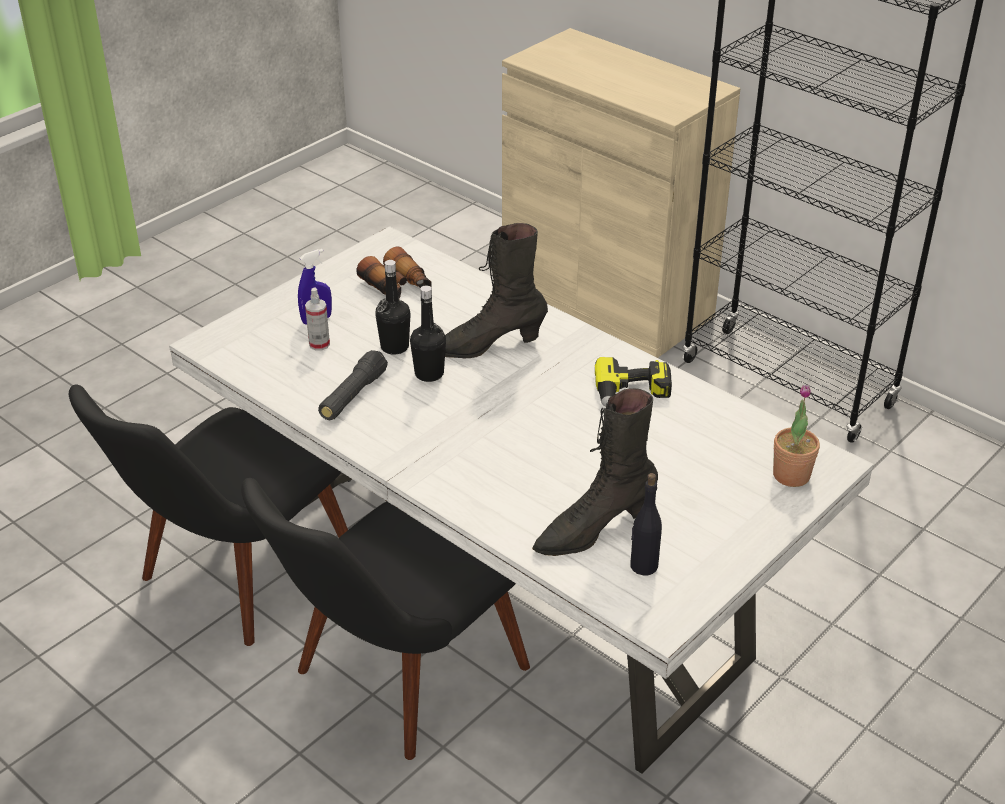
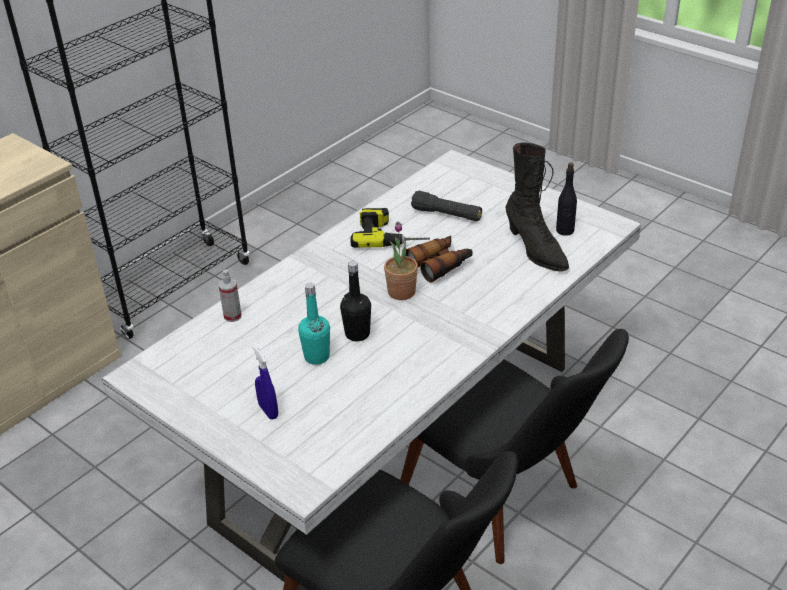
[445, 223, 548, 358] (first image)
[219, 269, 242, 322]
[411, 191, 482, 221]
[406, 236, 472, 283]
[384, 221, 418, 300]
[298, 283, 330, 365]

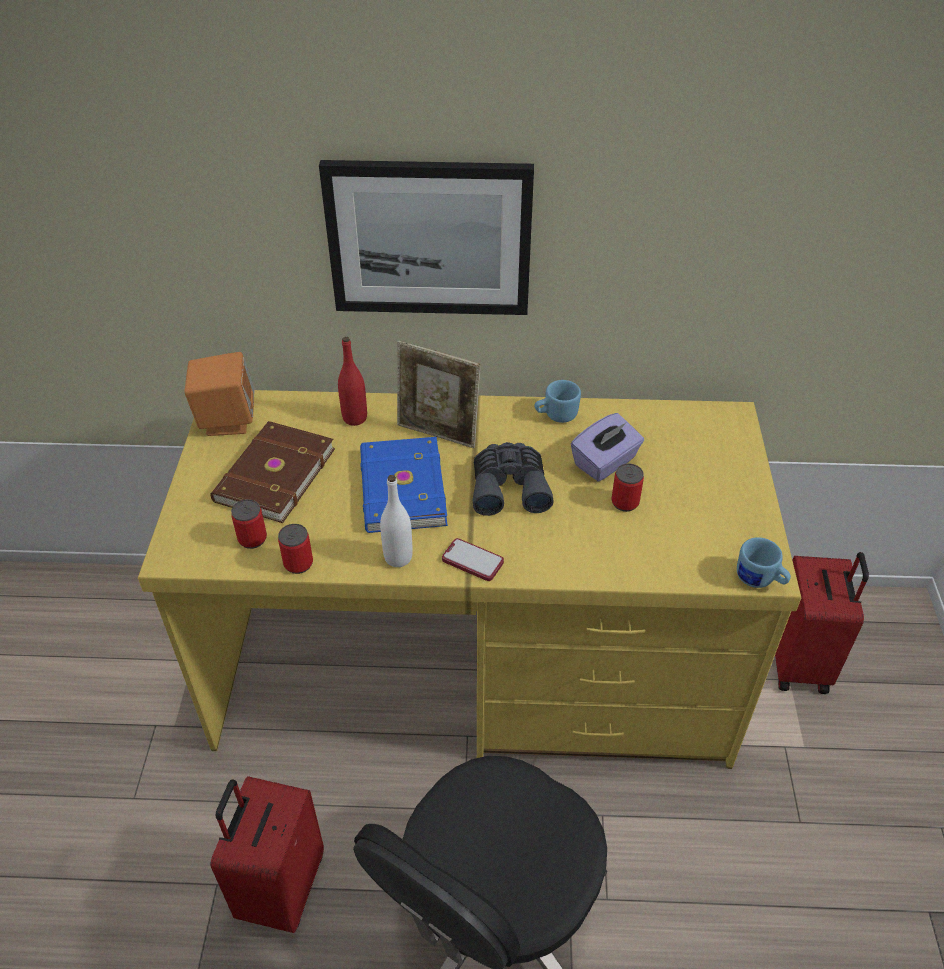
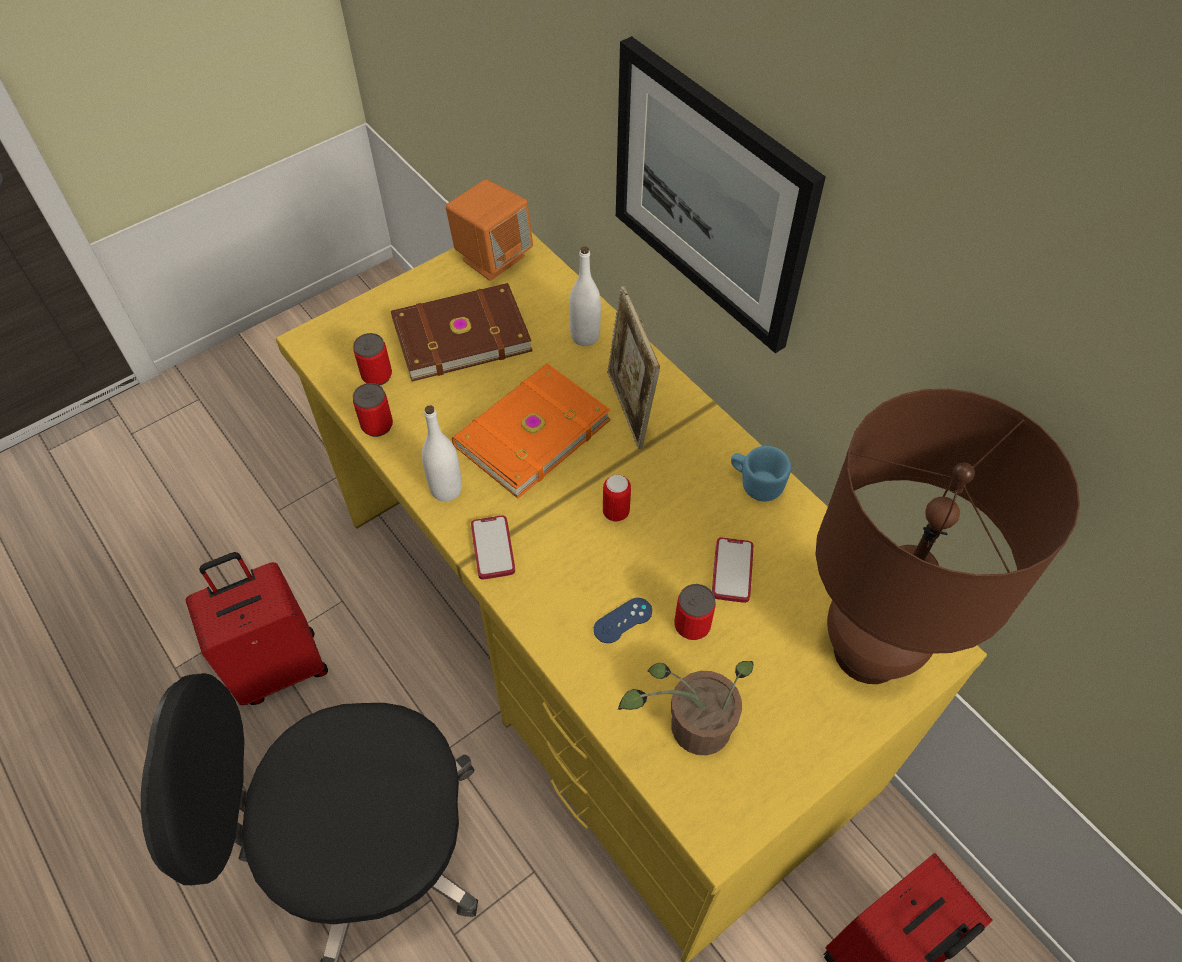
[737, 537, 791, 588] (first image)
[594, 598, 652, 643]
[618, 661, 753, 755]
[815, 389, 1080, 684]
[603, 474, 631, 522]
[712, 538, 753, 603]
[569, 247, 601, 346]
[452, 363, 611, 499]

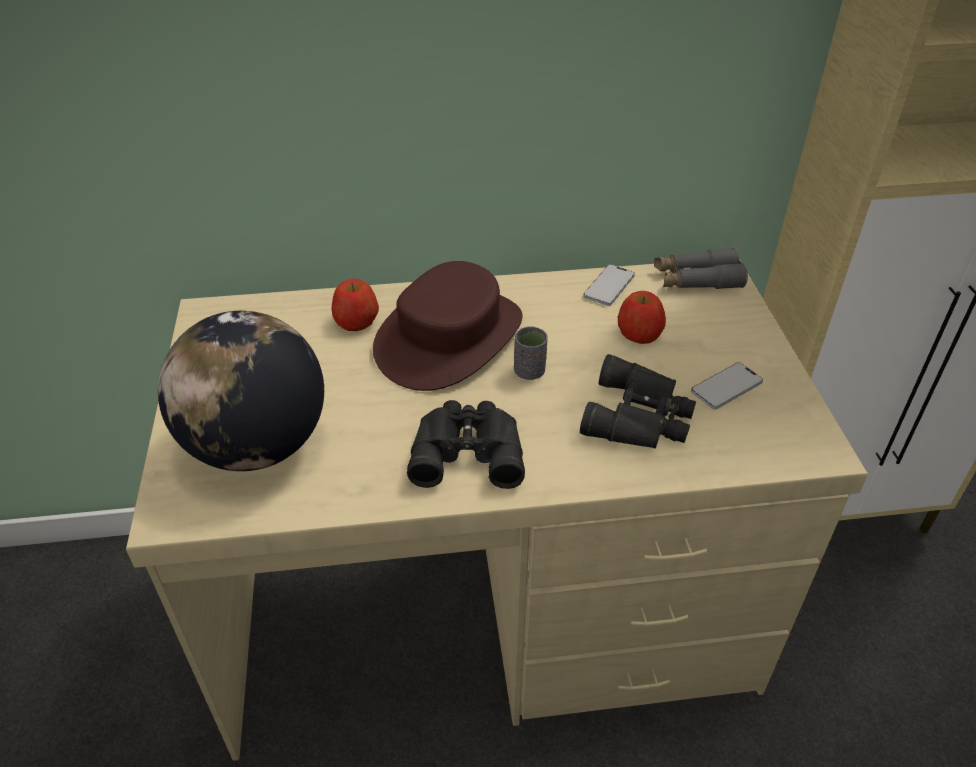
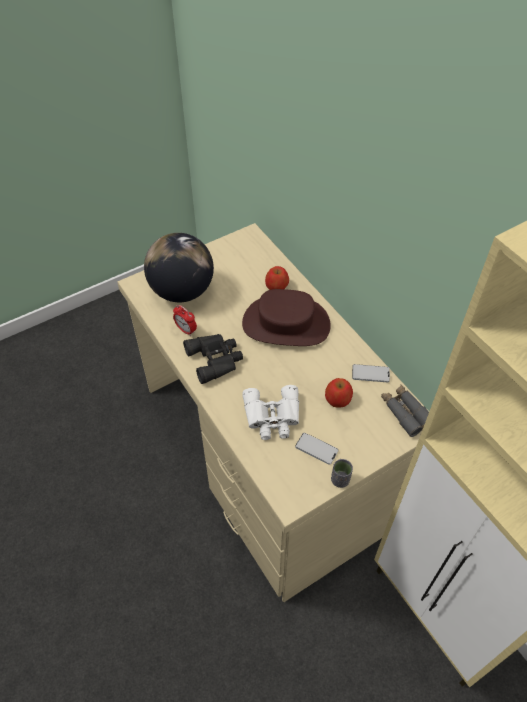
[173, 305, 197, 336]
[331, 459, 353, 488]
[242, 385, 299, 440]

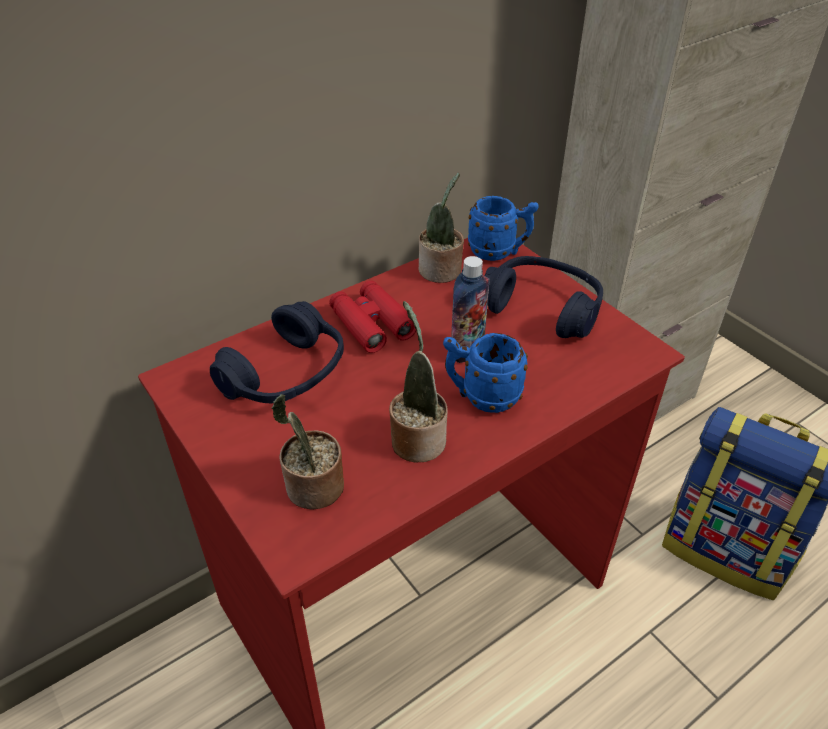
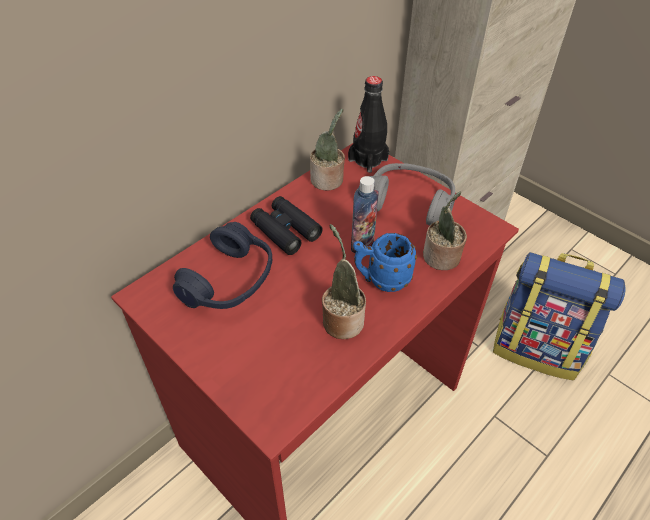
[423, 191, 467, 270]
[348, 76, 389, 173]
[250, 196, 323, 255]
[370, 163, 455, 225]

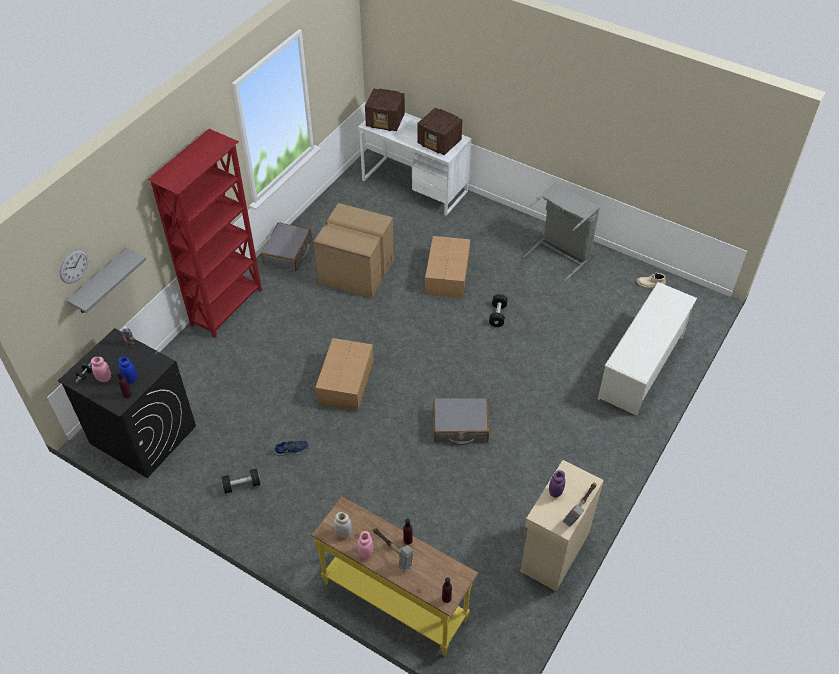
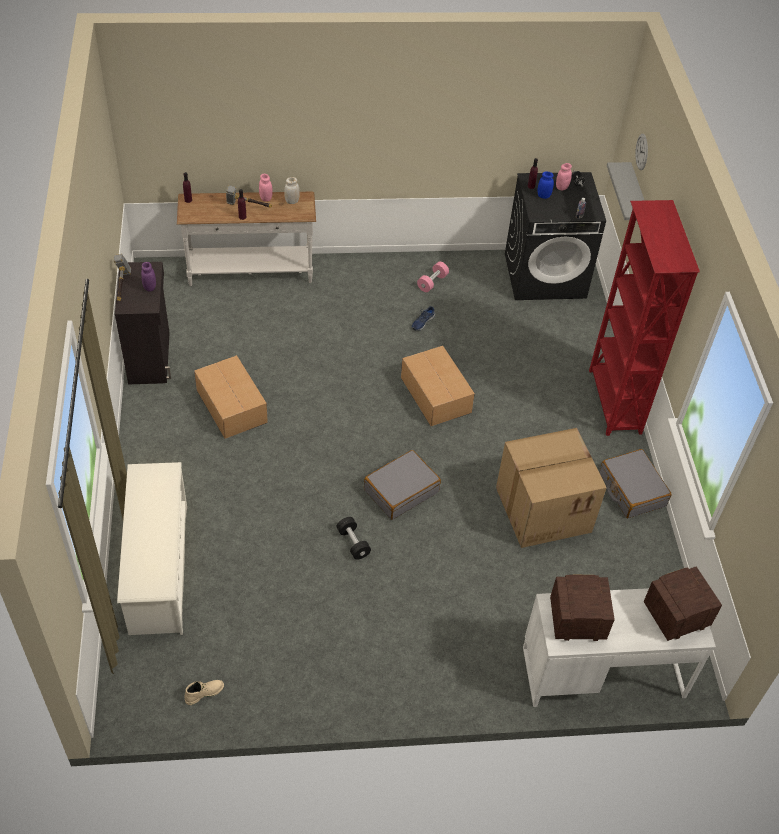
[523, 182, 600, 281] (first image)
[194, 355, 268, 439]
[364, 450, 441, 520]
[417, 262, 449, 292]
[177, 192, 316, 286]
[115, 262, 171, 384]

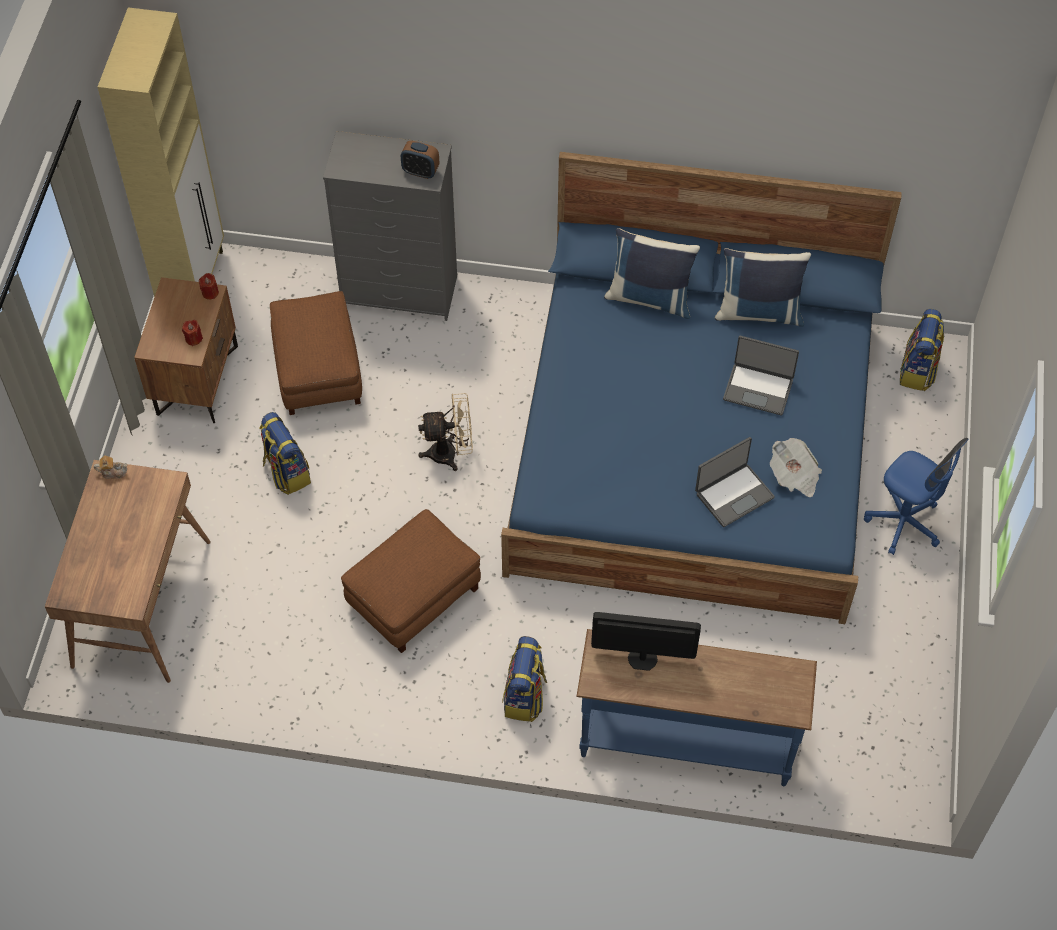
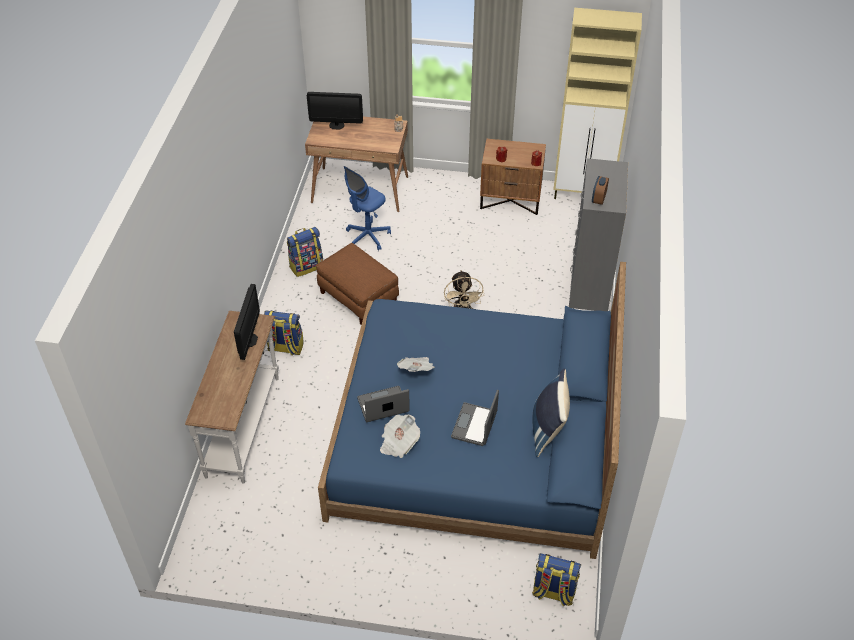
[270, 291, 362, 415] (first image)
[604, 228, 700, 319] (first image)
[307, 92, 363, 130]
[397, 357, 435, 372]
[287, 227, 323, 277]
[344, 166, 391, 251]
[185, 311, 279, 483]
[357, 386, 410, 422]

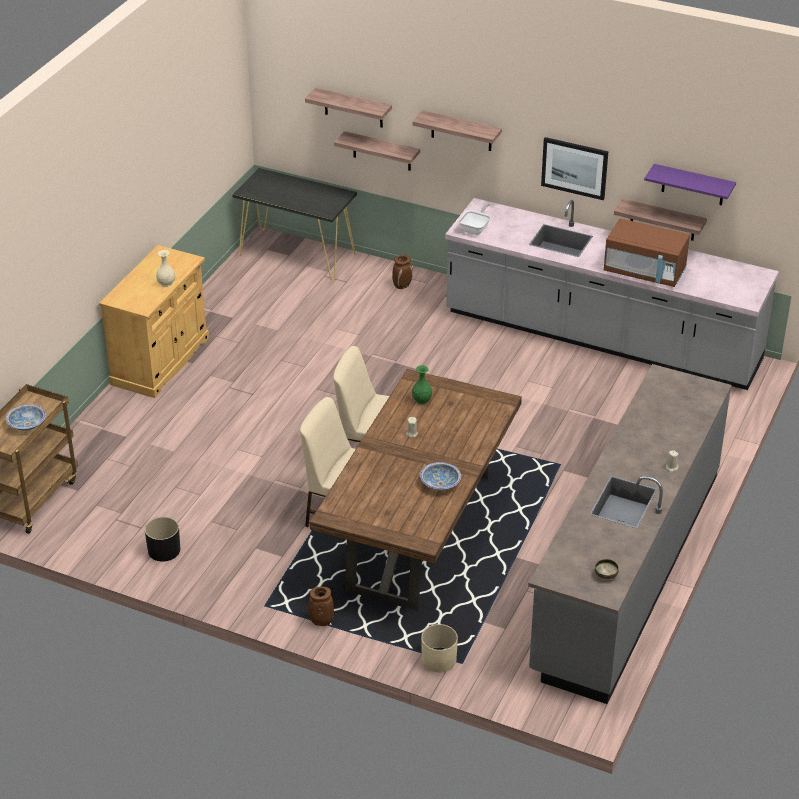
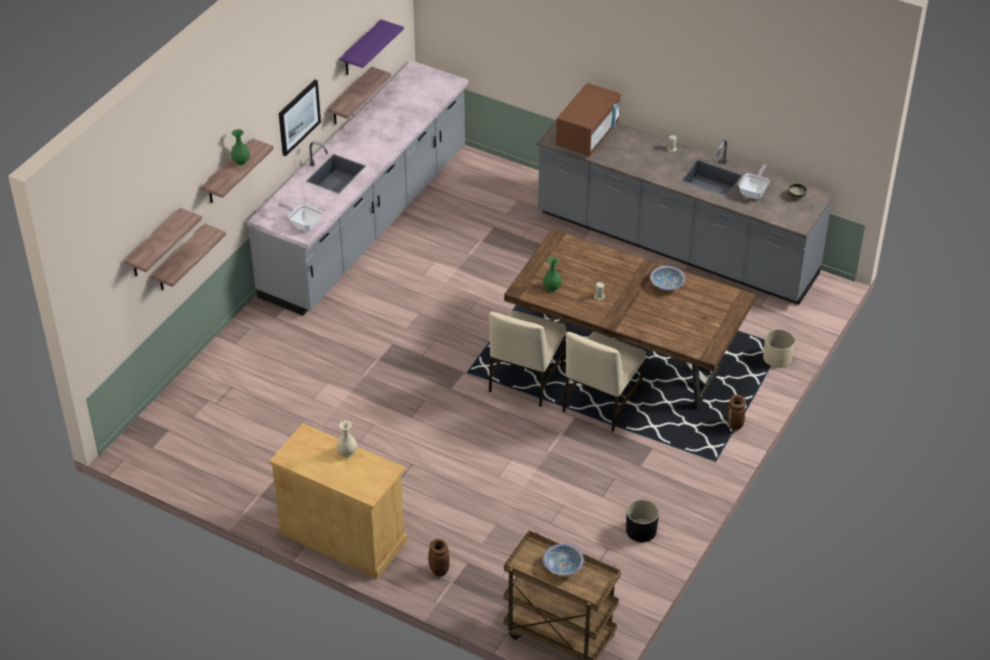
[233, 168, 357, 280] (first image)
[231, 129, 250, 165]
[739, 165, 770, 199]
[428, 539, 450, 576]
[556, 83, 621, 157]

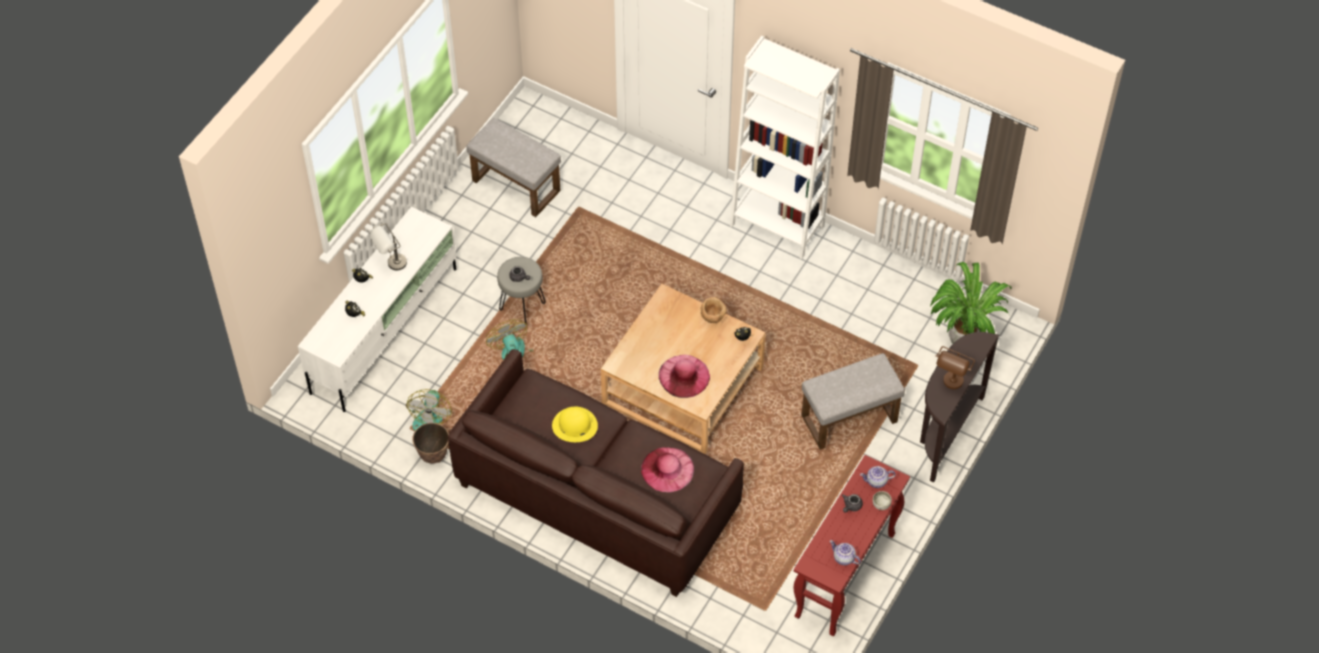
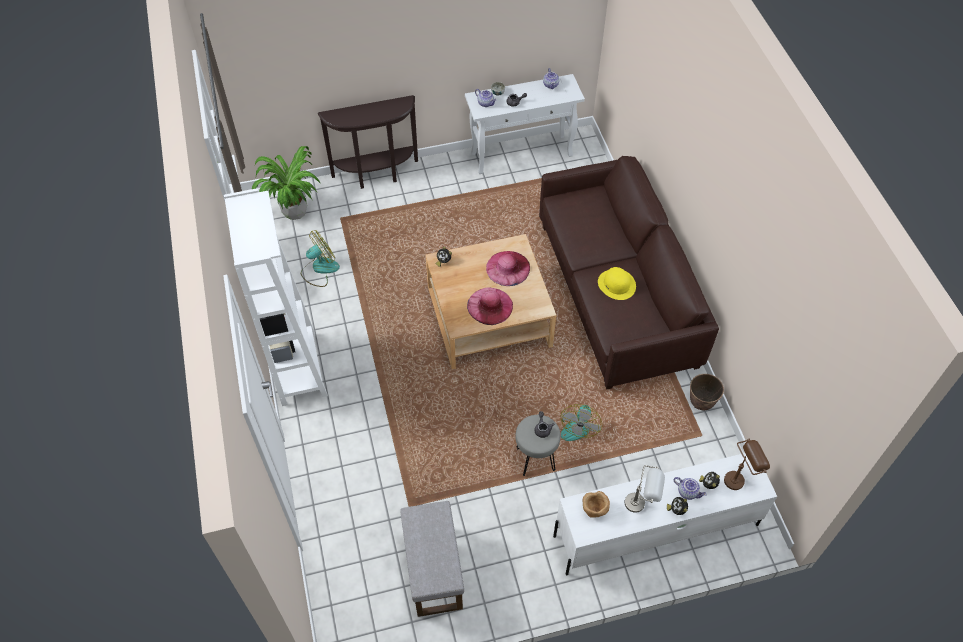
[802, 353, 905, 450] (first image)
[673, 477, 707, 500]
[301, 230, 340, 287]
[467, 287, 513, 325]
[583, 491, 610, 518]
[724, 439, 770, 490]
[465, 74, 585, 174]

